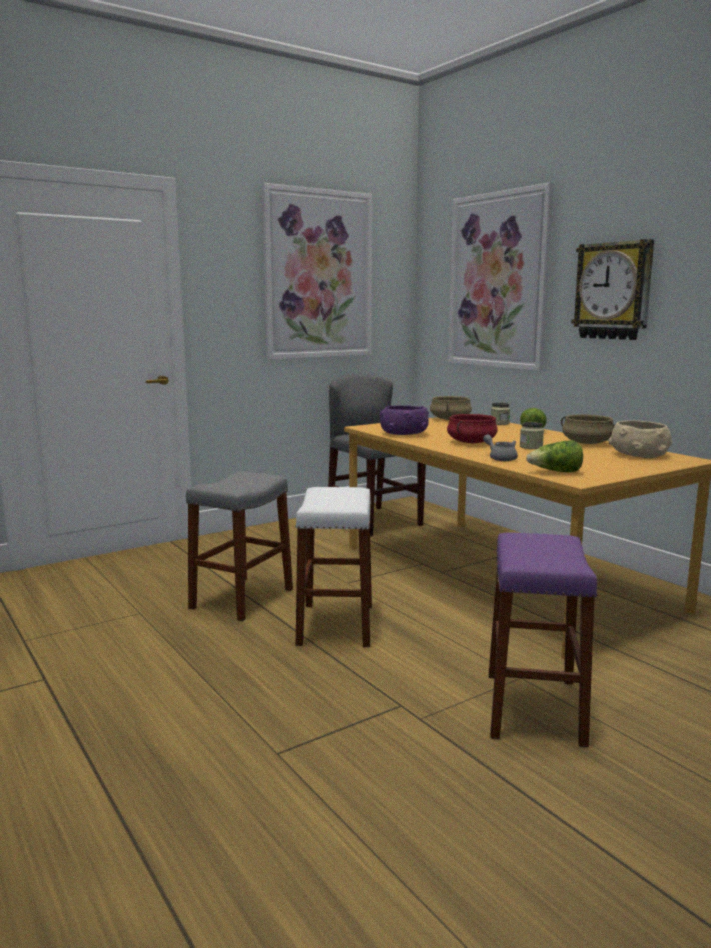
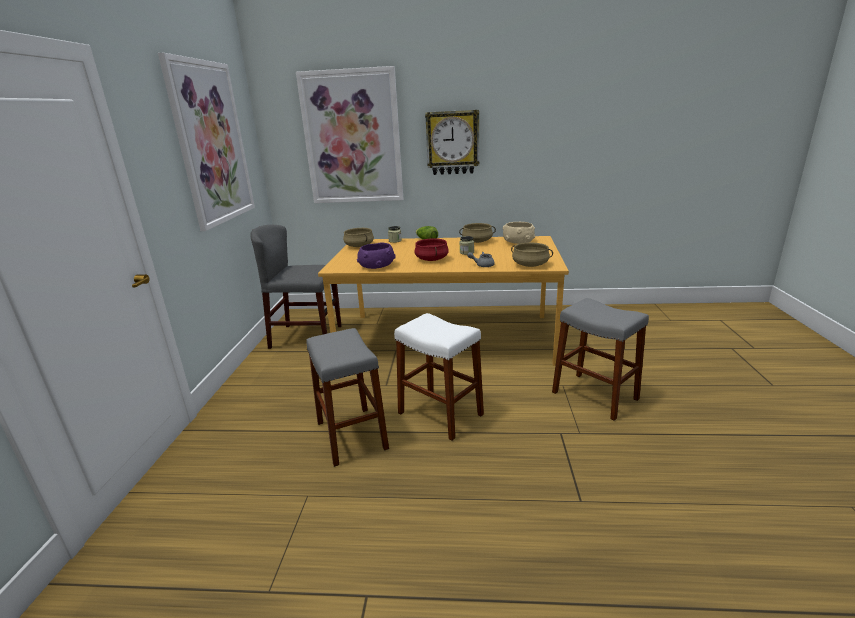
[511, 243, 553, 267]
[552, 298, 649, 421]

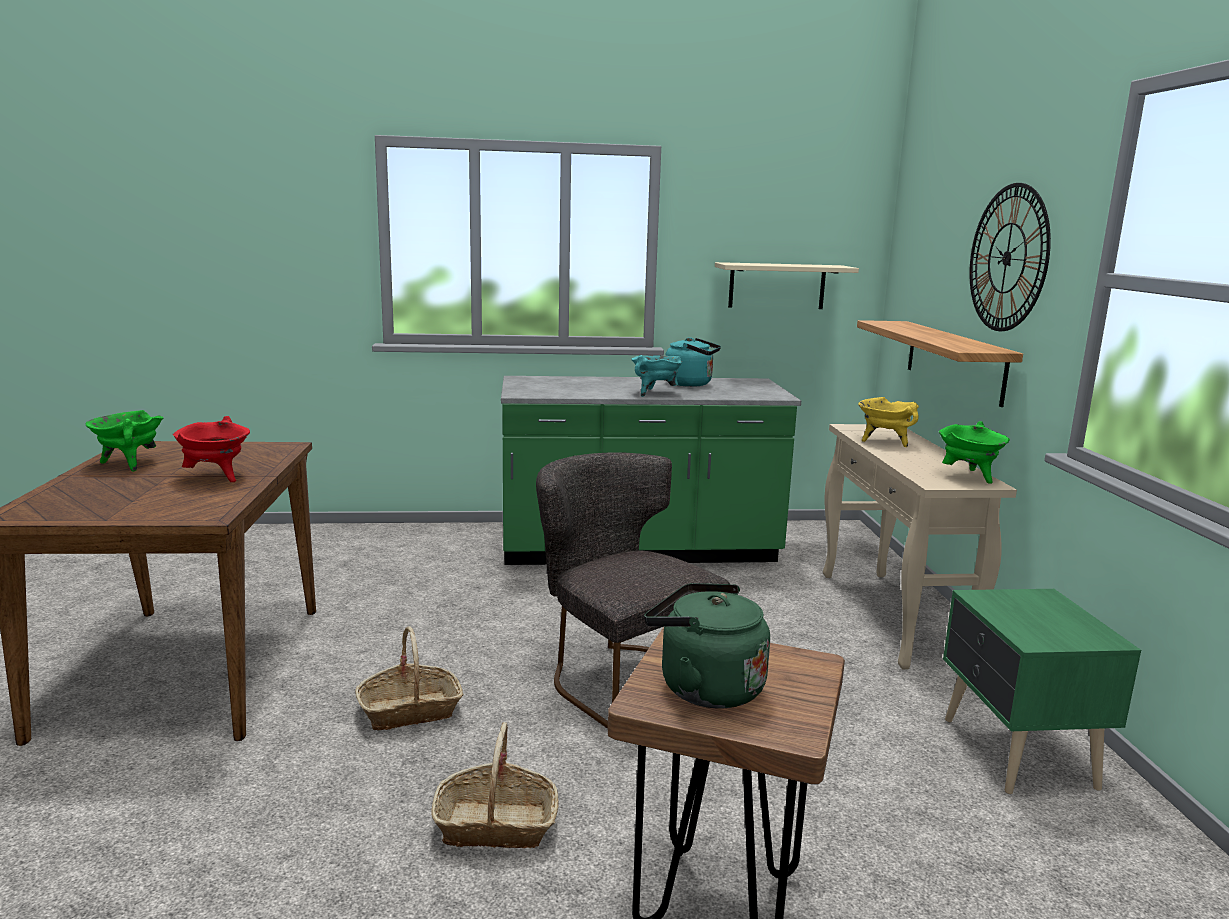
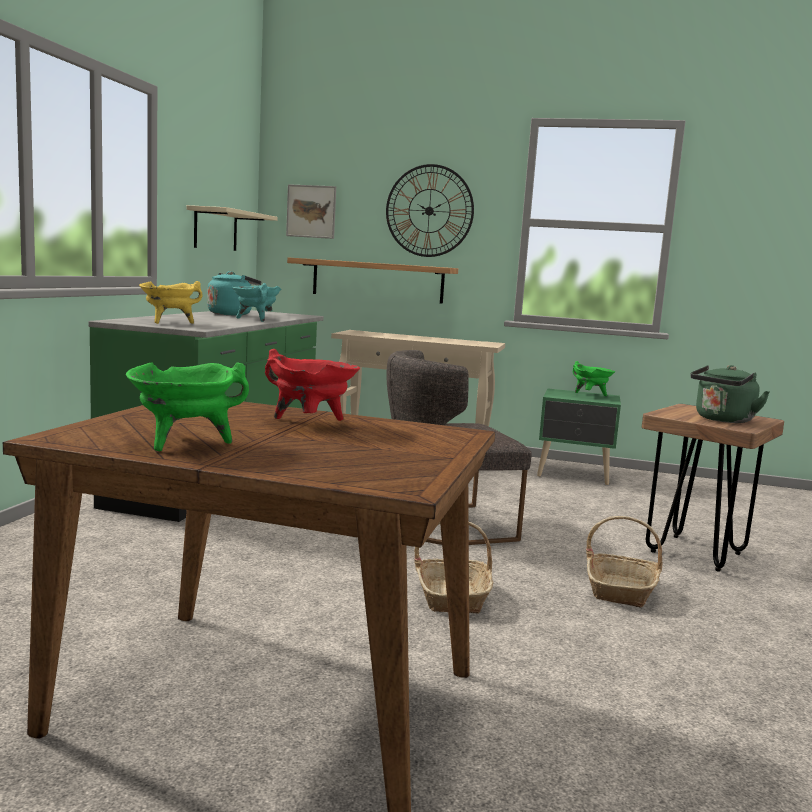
[286, 184, 336, 239]
[139, 281, 203, 324]
[572, 361, 615, 396]

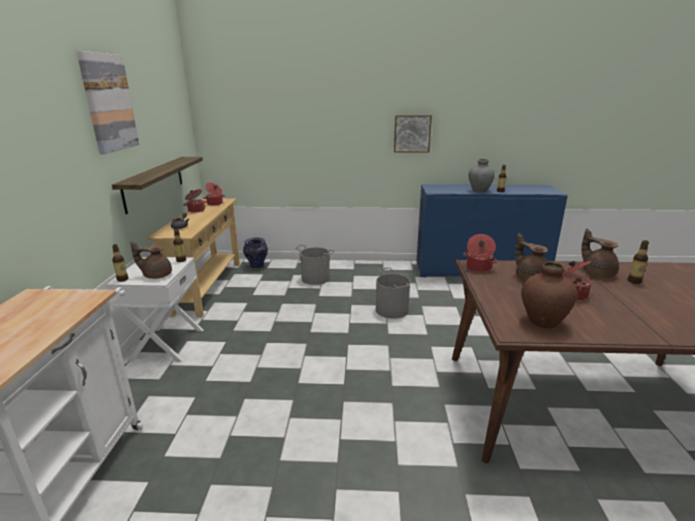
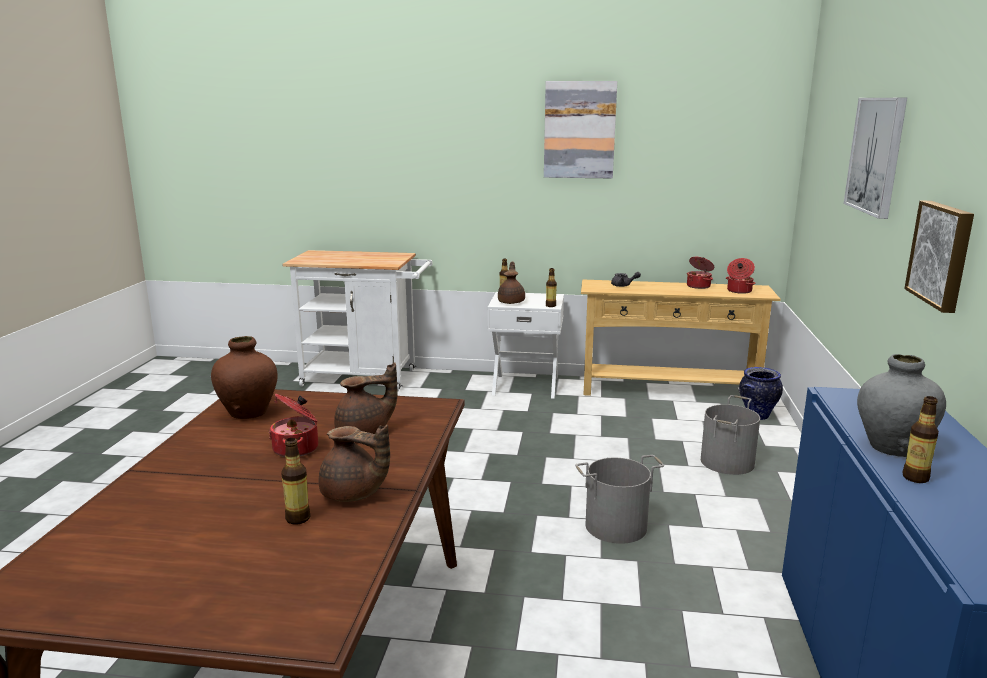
[112, 157, 203, 214] (first image)
[463, 234, 498, 272] (first image)
[844, 98, 907, 219]
[319, 425, 390, 502]

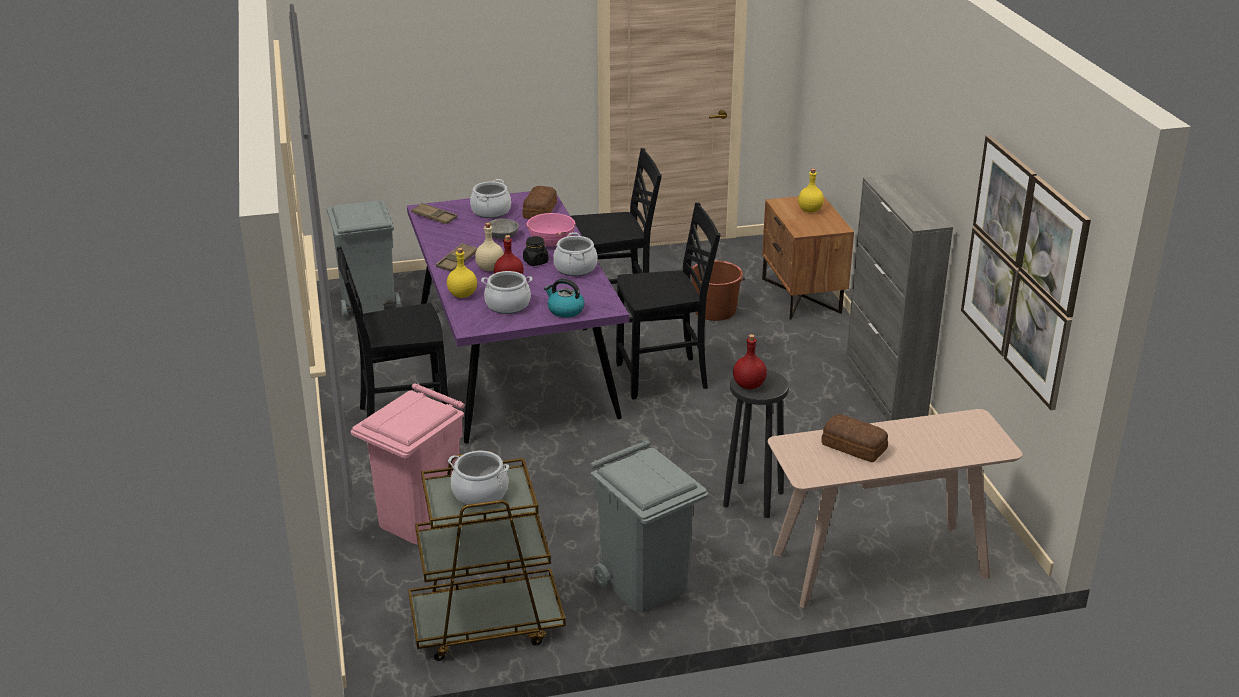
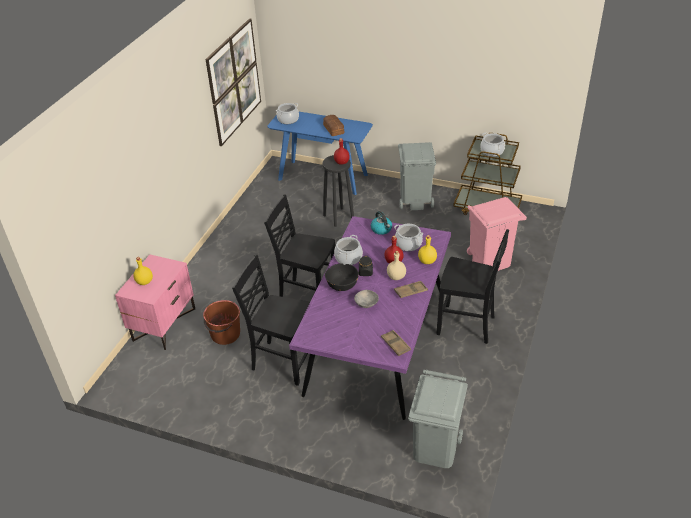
[522, 186, 557, 219] (first image)
[846, 174, 953, 421] (first image)
[276, 103, 299, 124]
[325, 263, 359, 291]
[115, 255, 195, 350]
[267, 112, 373, 195]

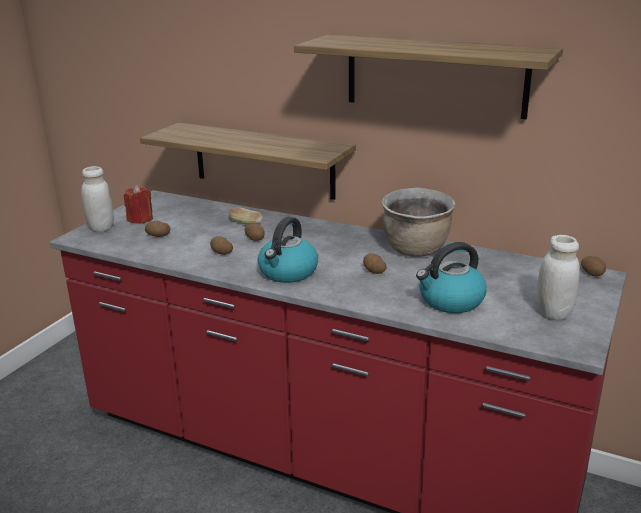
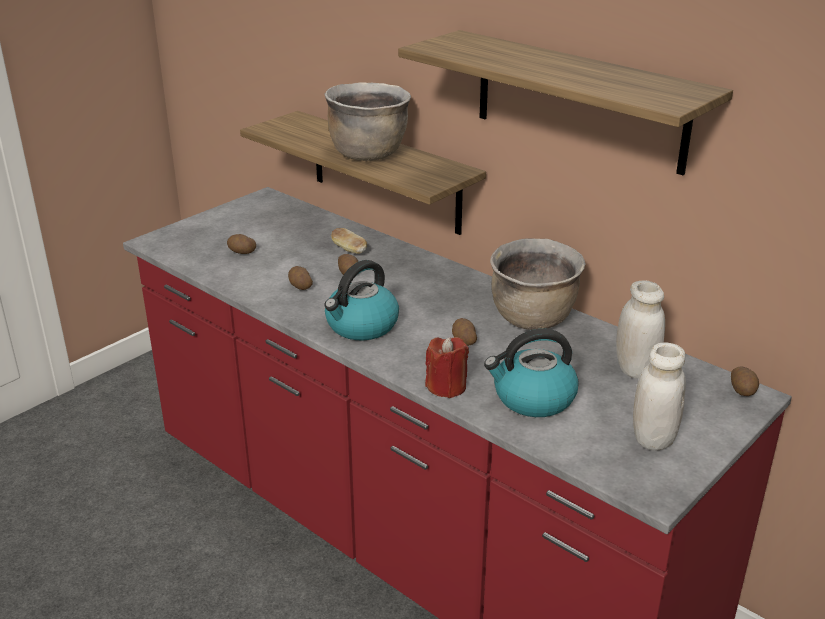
[324, 82, 411, 161]
[616, 281, 665, 379]
[425, 337, 469, 398]

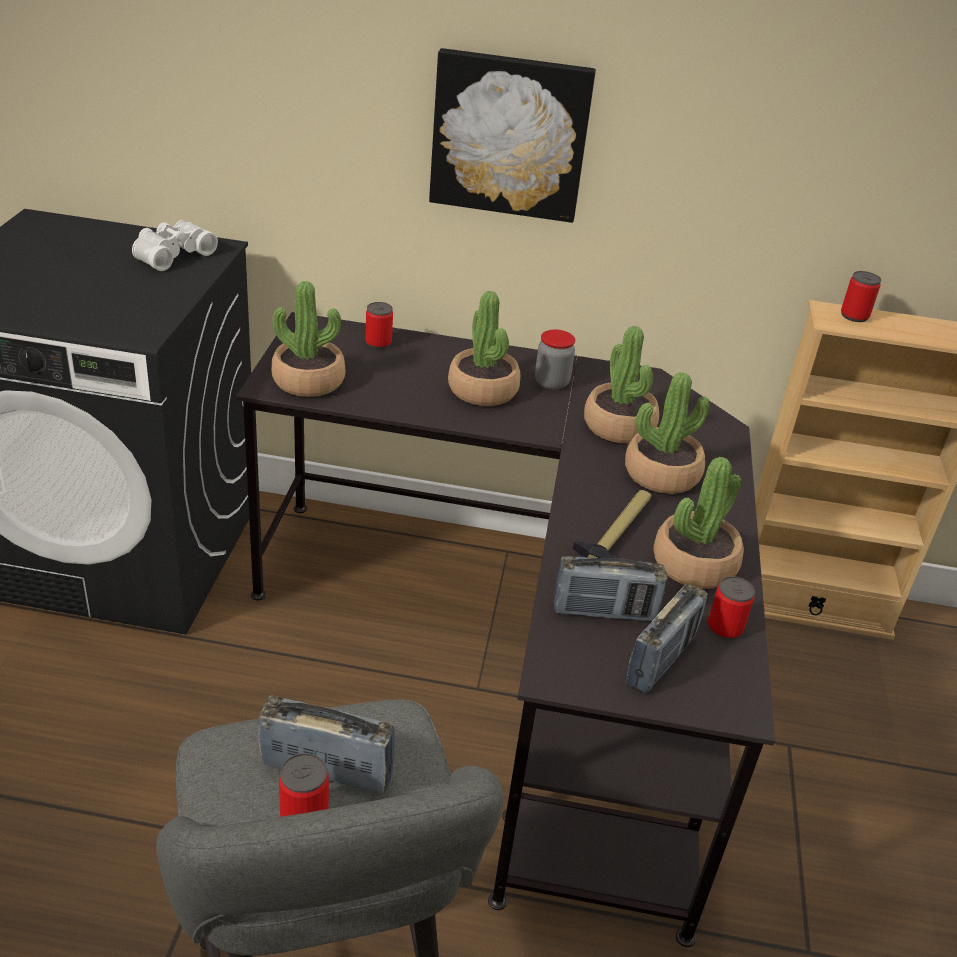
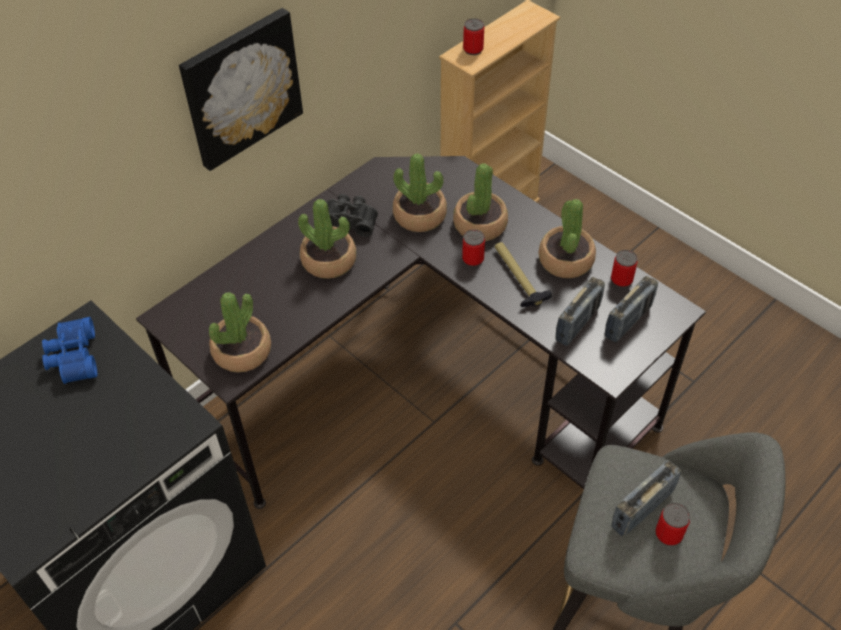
[462, 229, 485, 267]
[325, 194, 378, 237]
[42, 317, 97, 384]
[605, 276, 658, 343]

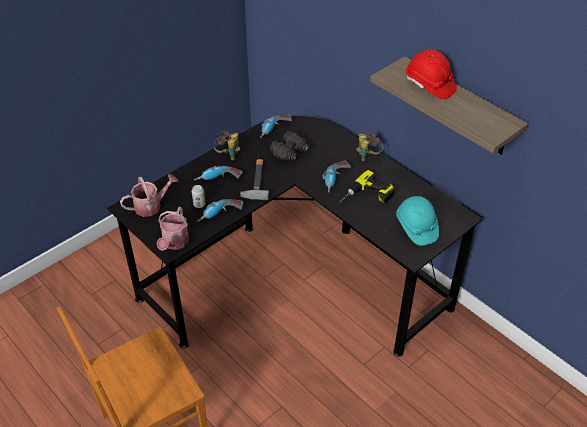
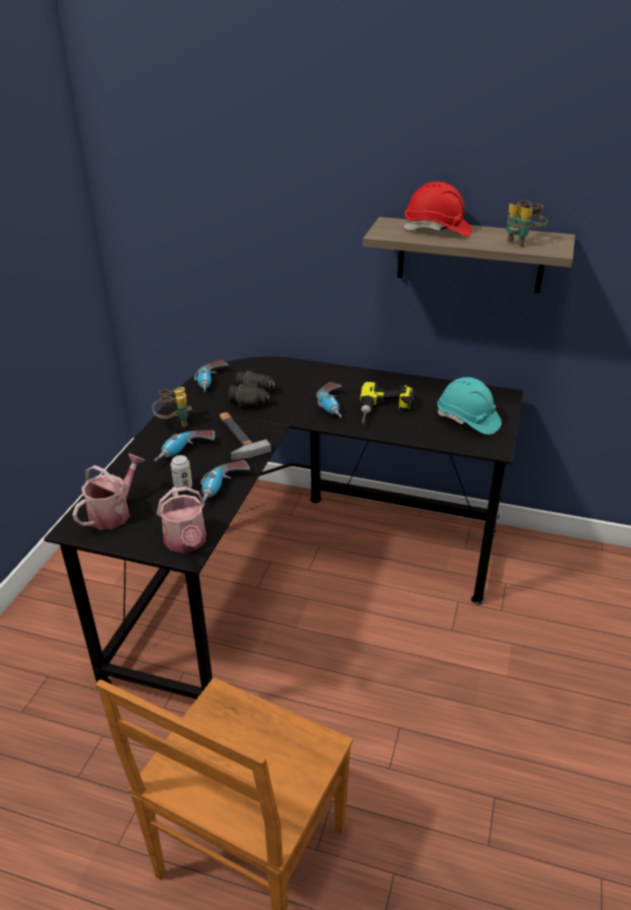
[507, 200, 548, 247]

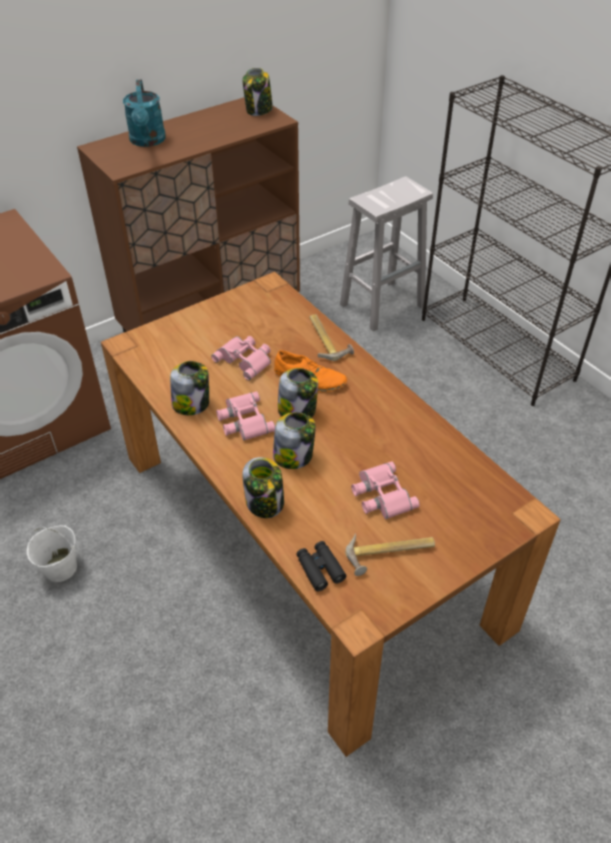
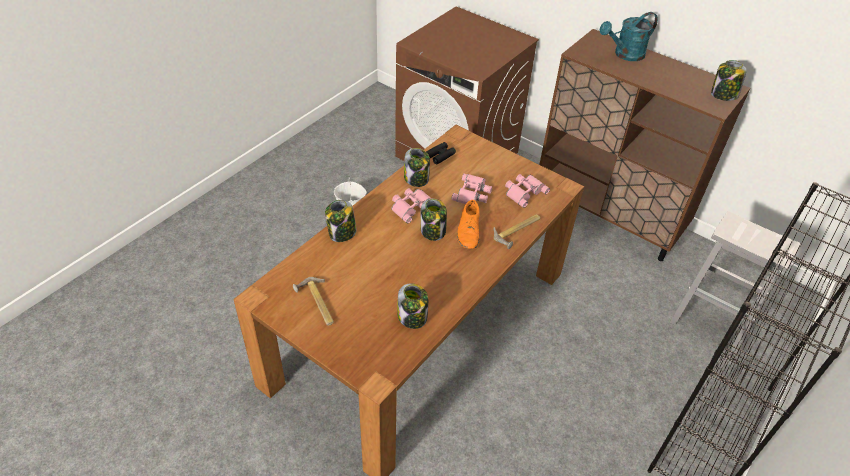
[397, 283, 428, 329]
[426, 142, 456, 164]
[505, 174, 550, 208]

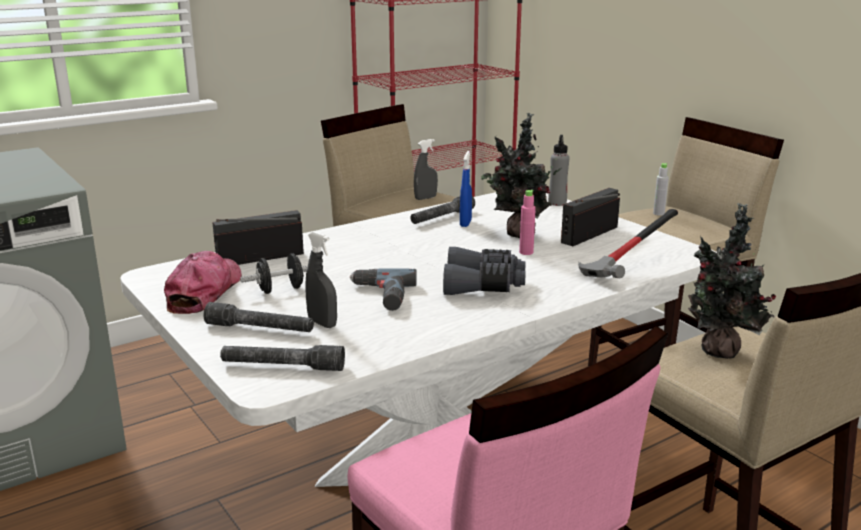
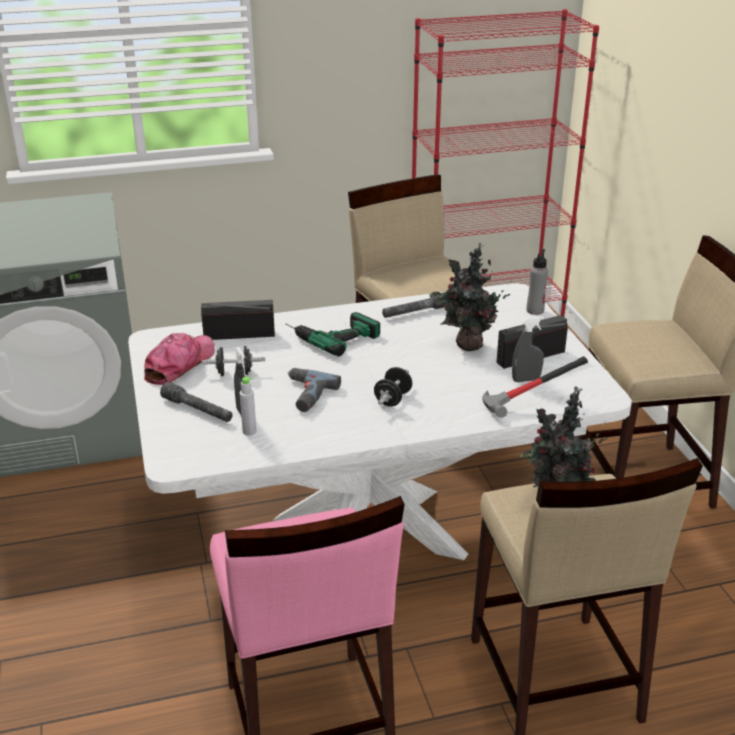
[220, 345, 345, 371] (first image)
[460, 151, 472, 227] (first image)
[519, 190, 536, 255] (first image)
[286, 312, 380, 356]
[512, 316, 544, 382]
[240, 377, 256, 436]
[374, 367, 412, 406]

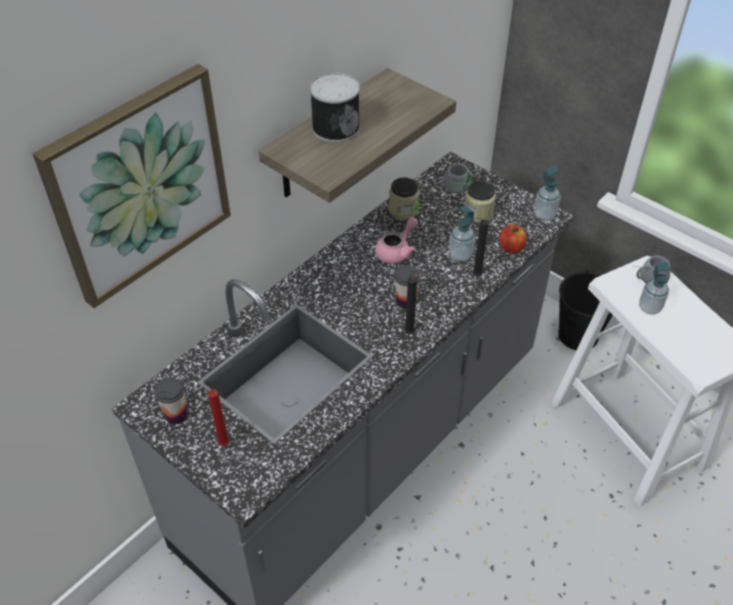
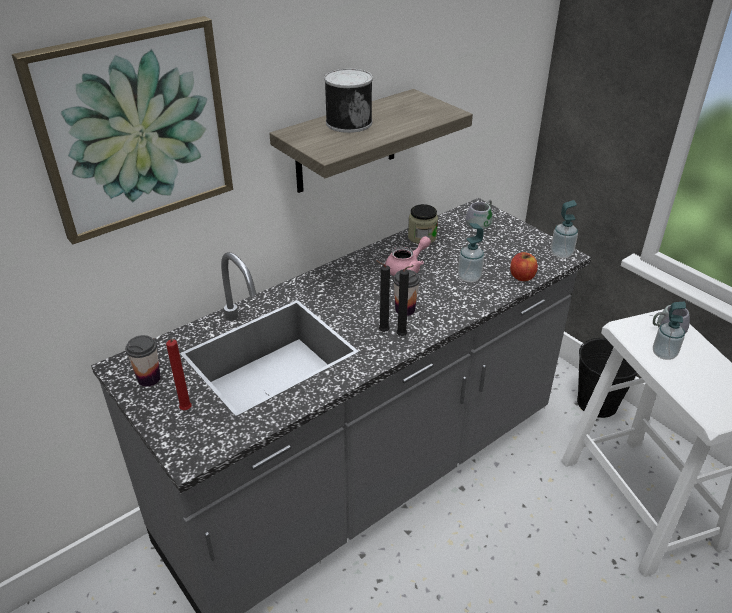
[464, 180, 496, 223] (first image)
[377, 261, 390, 332]

